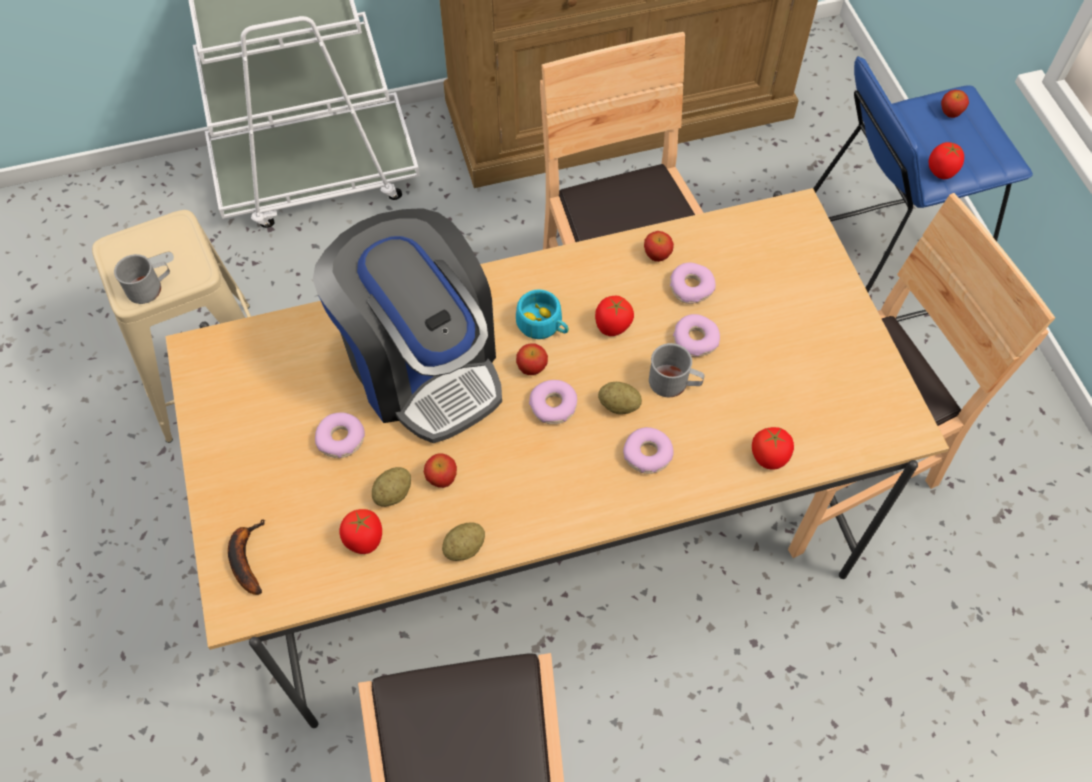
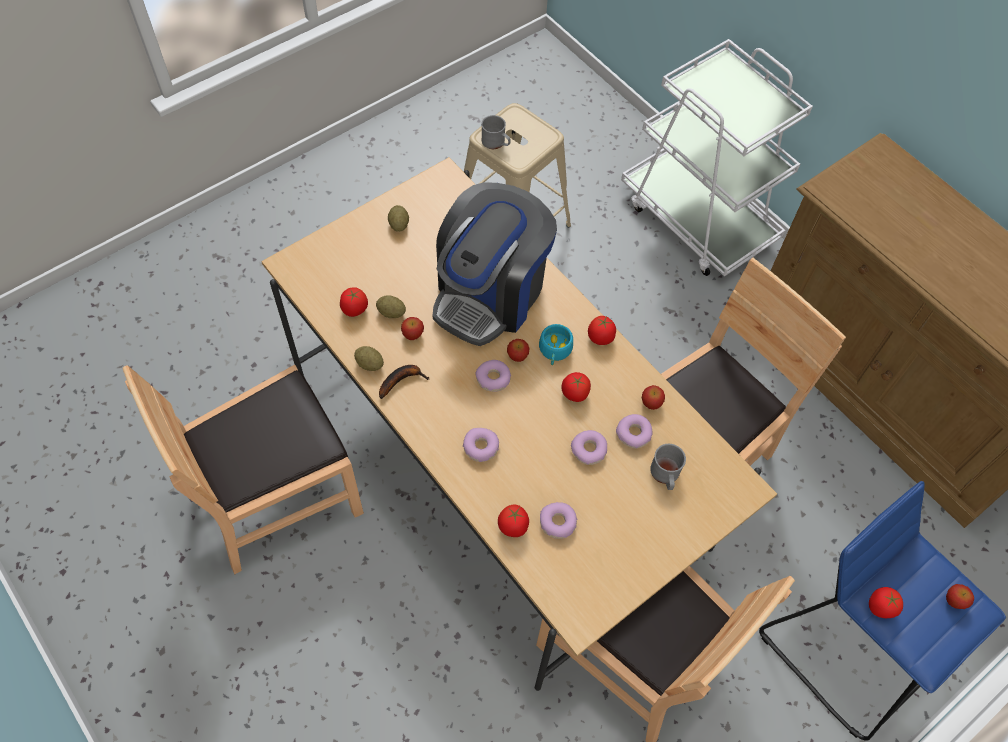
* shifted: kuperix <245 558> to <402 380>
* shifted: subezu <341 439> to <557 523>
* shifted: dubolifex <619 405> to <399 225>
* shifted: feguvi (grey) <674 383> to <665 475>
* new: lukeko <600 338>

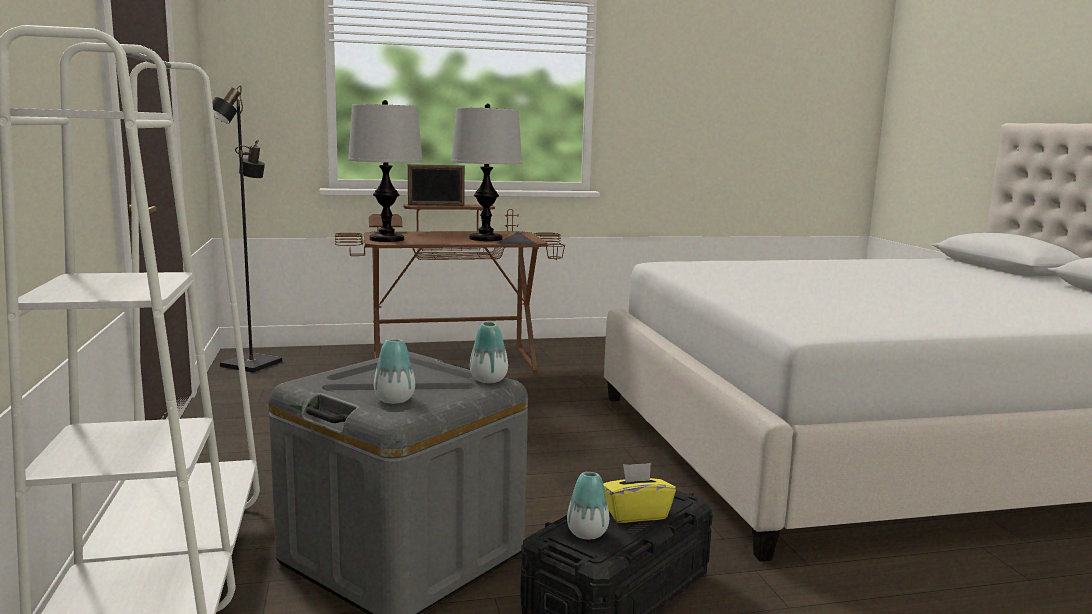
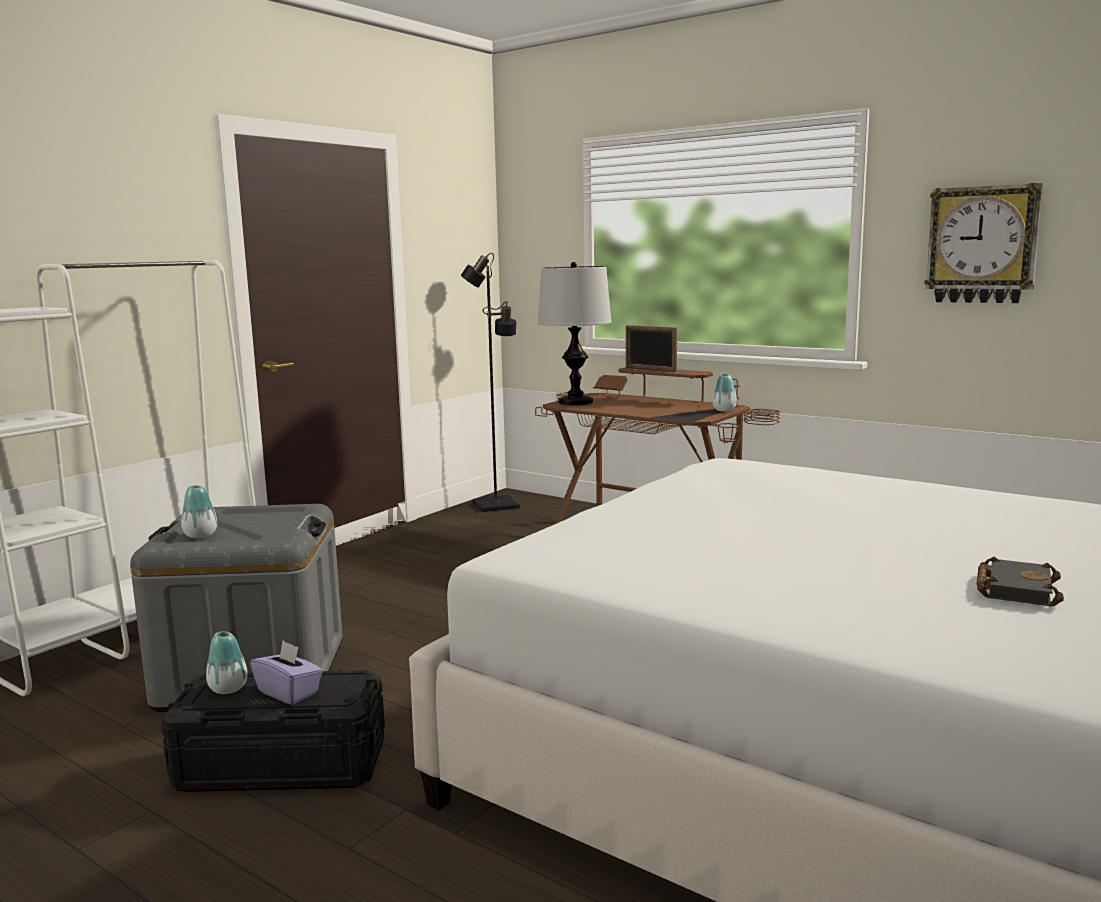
* gone: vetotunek <486 239>
* shifted: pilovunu <488 380> to <724 410>
* repainted: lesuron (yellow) <636 514> to lesuron (purple) <289 692>
* new: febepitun <982 245>
* new: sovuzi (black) <1014 588>

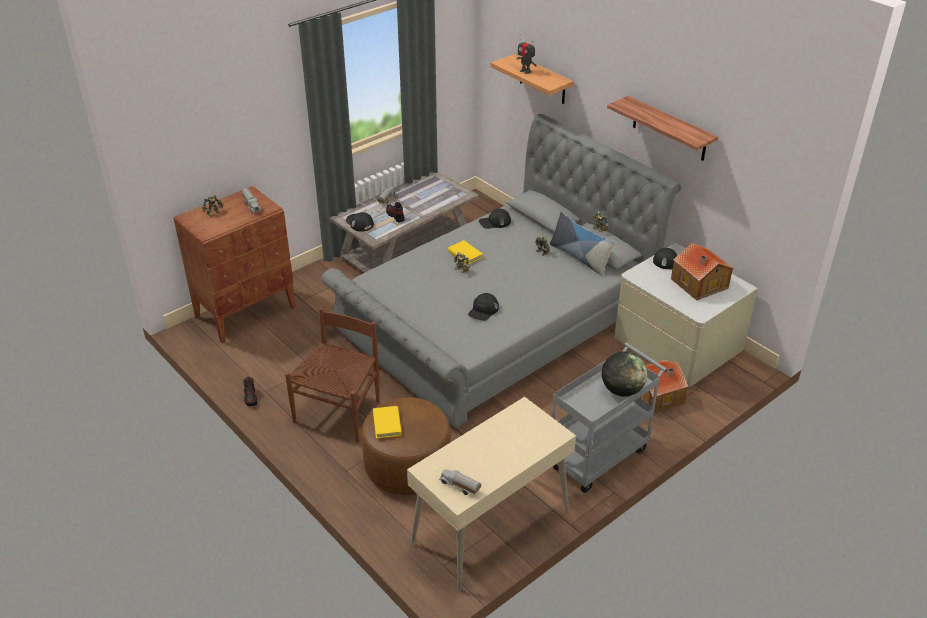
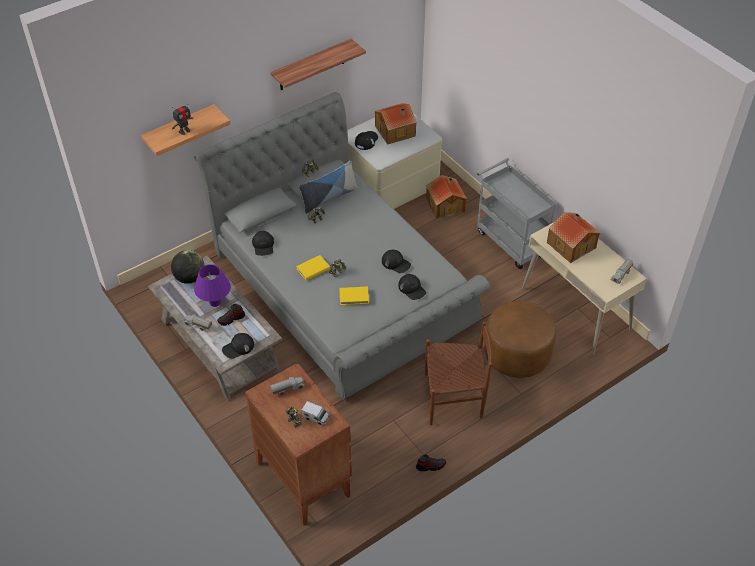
* rotated: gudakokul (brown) <340 412> = <454 398> 150 degrees clockwise
* shifted: sovuzi (yellow) <387 424> to <354 297>
* shifted: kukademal <622 390> to <190 278>
* new: vetotunek (purple) <215 302>
* new: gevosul <315 417>
* new: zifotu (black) <412 289>
* new: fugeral <571 244>

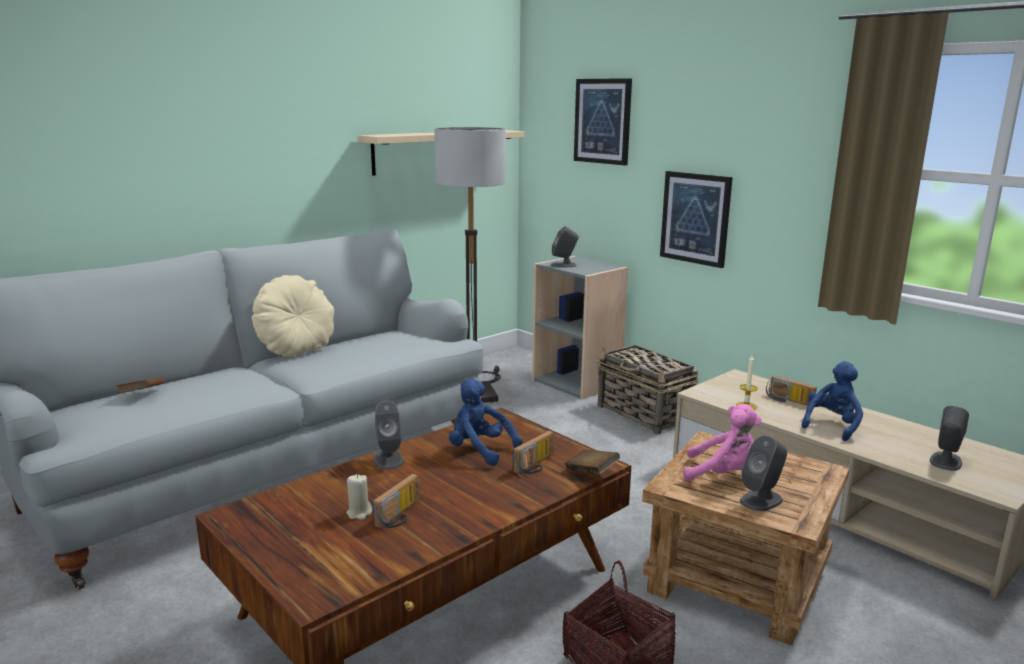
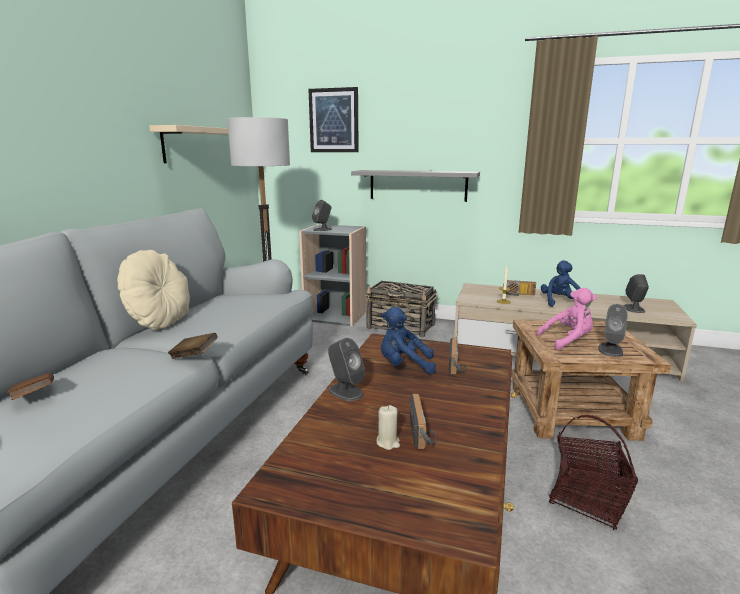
* shifted: sovuzi (brown) <591 473> to <194 356>
* swapped: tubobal <695 218> to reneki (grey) <417 185>

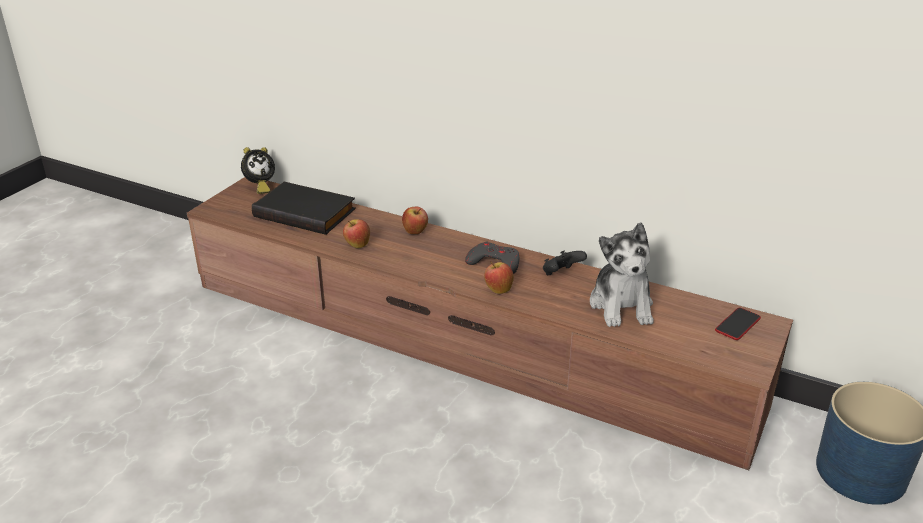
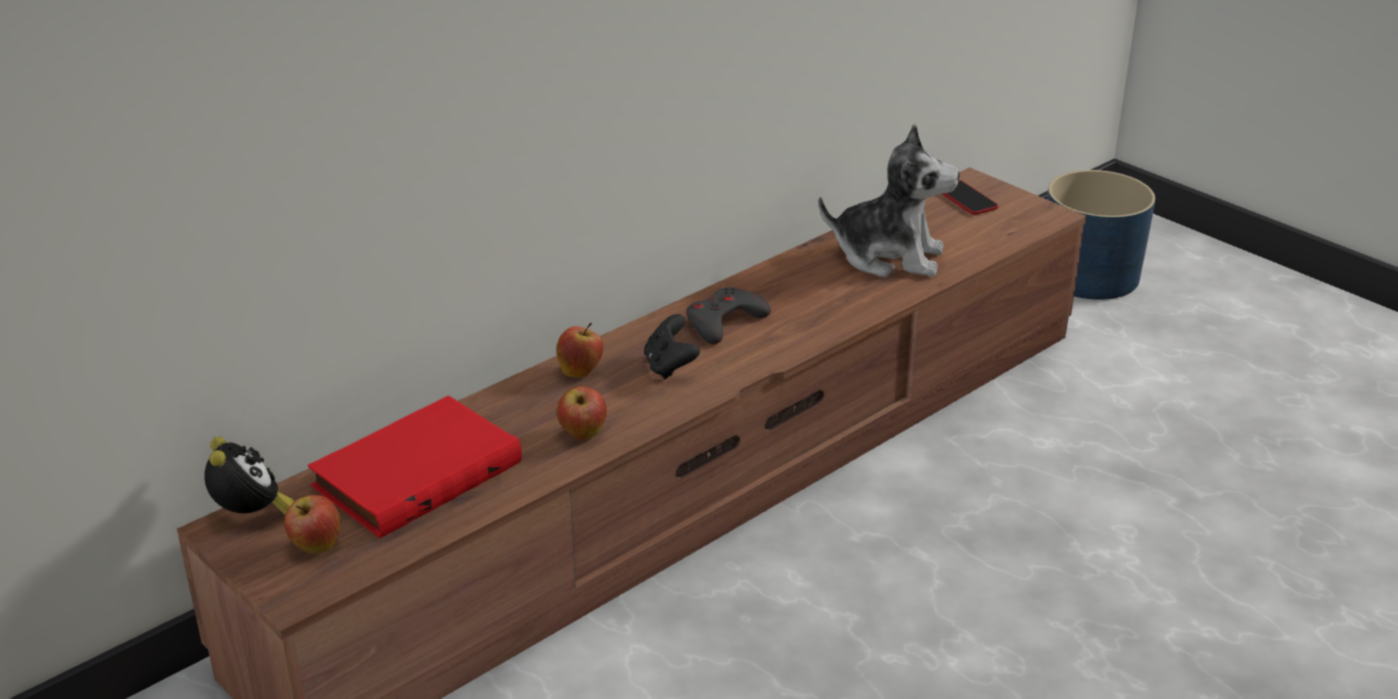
* repainted: sovuzi (black) <306 212> to sovuzi (red) <415 472>
* shifted: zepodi <498 290> to <316 547>
* shifted: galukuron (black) <561 274> to <670 366>

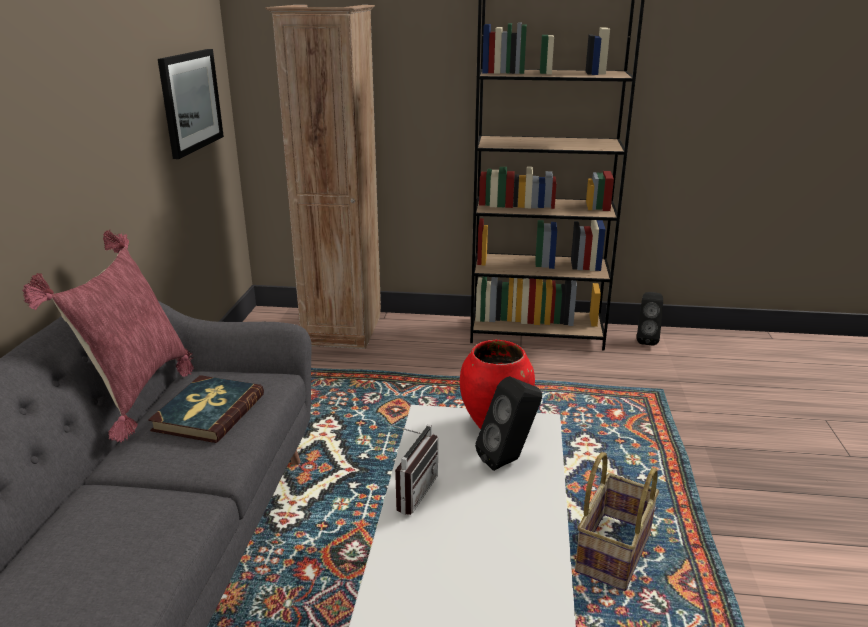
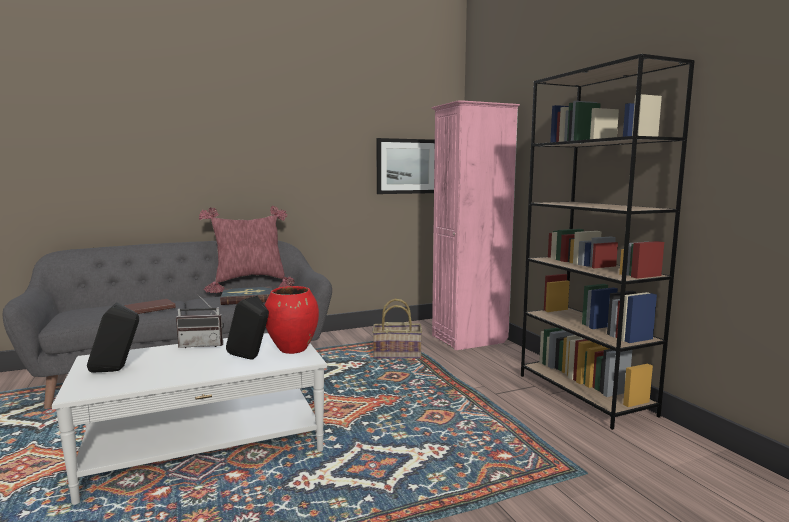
* repainted: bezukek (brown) <343 330> to bezukek (pink) <469 339>
* shifted: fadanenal <612 551> to <397 354>
* shifted: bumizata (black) <646 340> to <117 370>
* new: sovuzi (brown) <149 308>

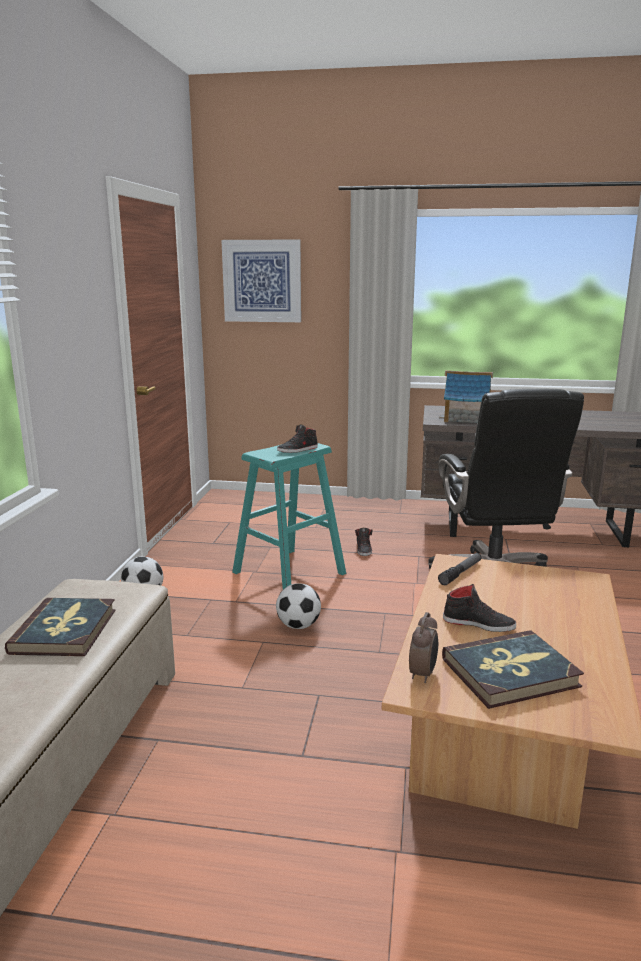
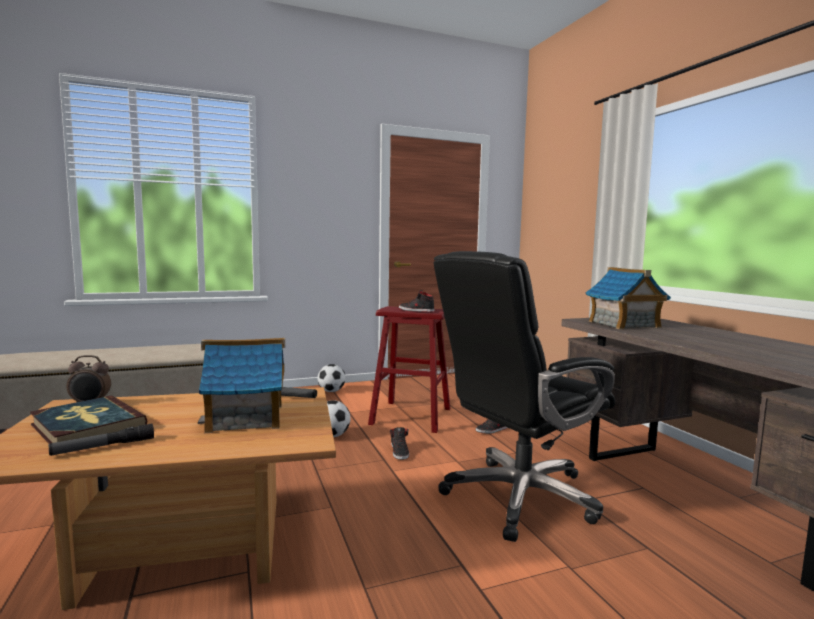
* gone: sovuzi <65 631>
* gone: tubobal <262 281>
* repainted: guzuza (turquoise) <289 573> to guzuza (red) <411 416>
* shifted: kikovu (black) <478 623> to <399 452>
* new: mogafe <104 447>
* new: fugeral <246 418>

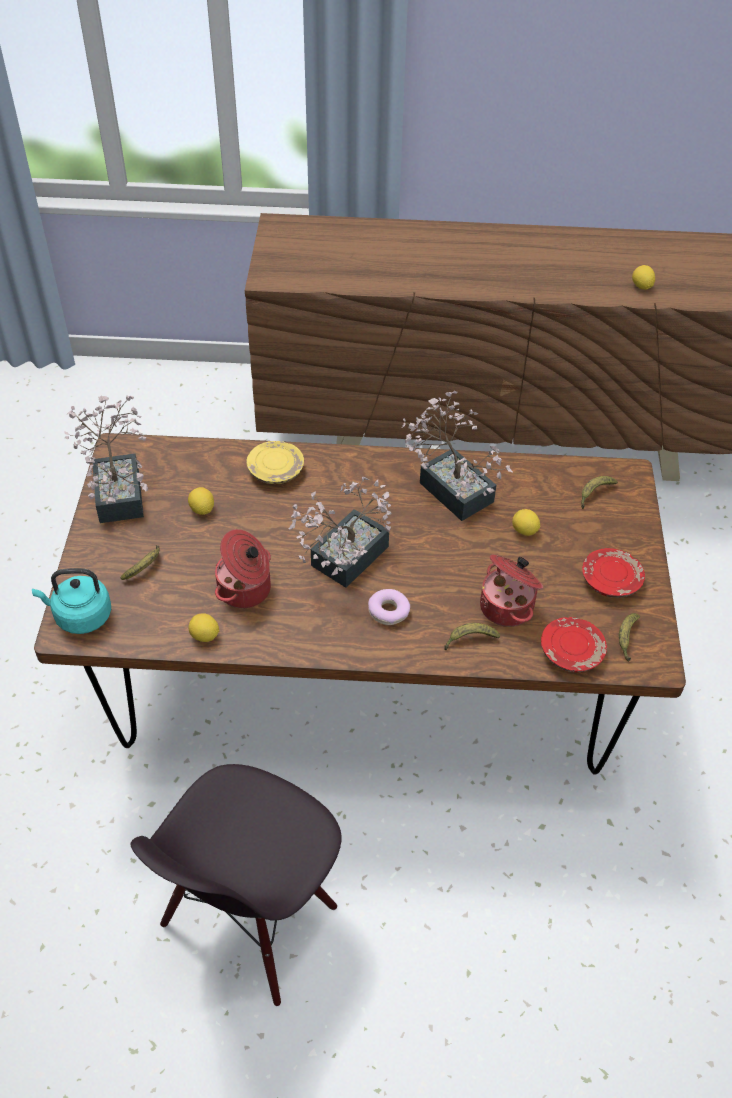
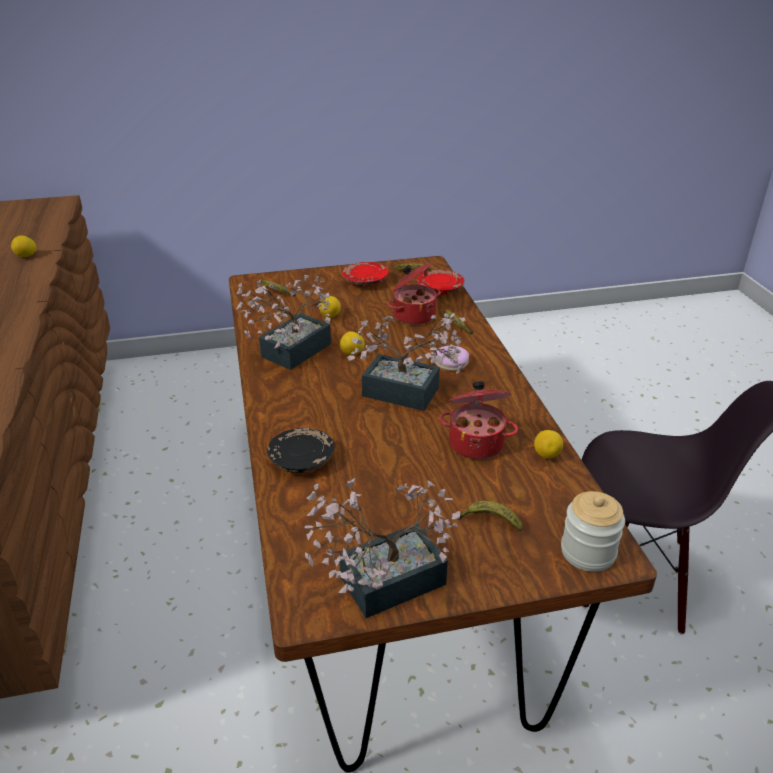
* swapped: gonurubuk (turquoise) <80 616> to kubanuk <588 552>
* shifted: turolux <202 509> to <352 353>
* repainted: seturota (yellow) <276 470> to seturota (black) <301 459>

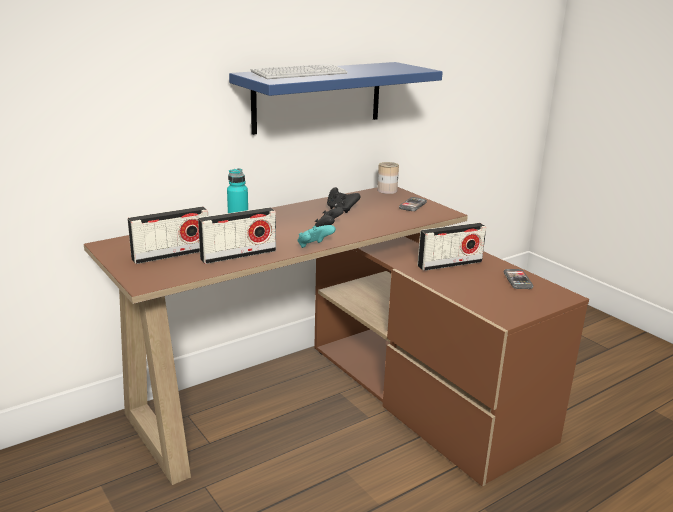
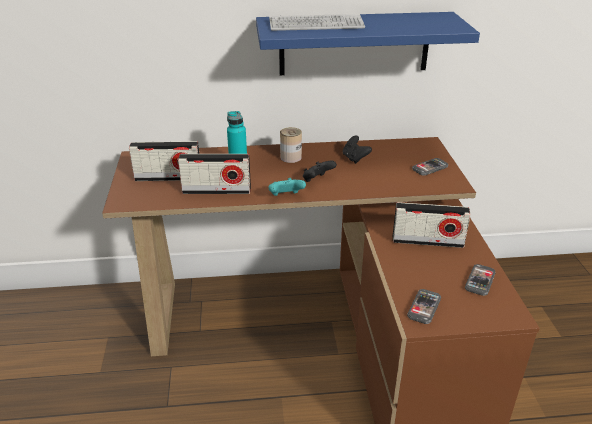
* shifted: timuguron <387 190> to <291 157>
* new: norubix <424 307>

